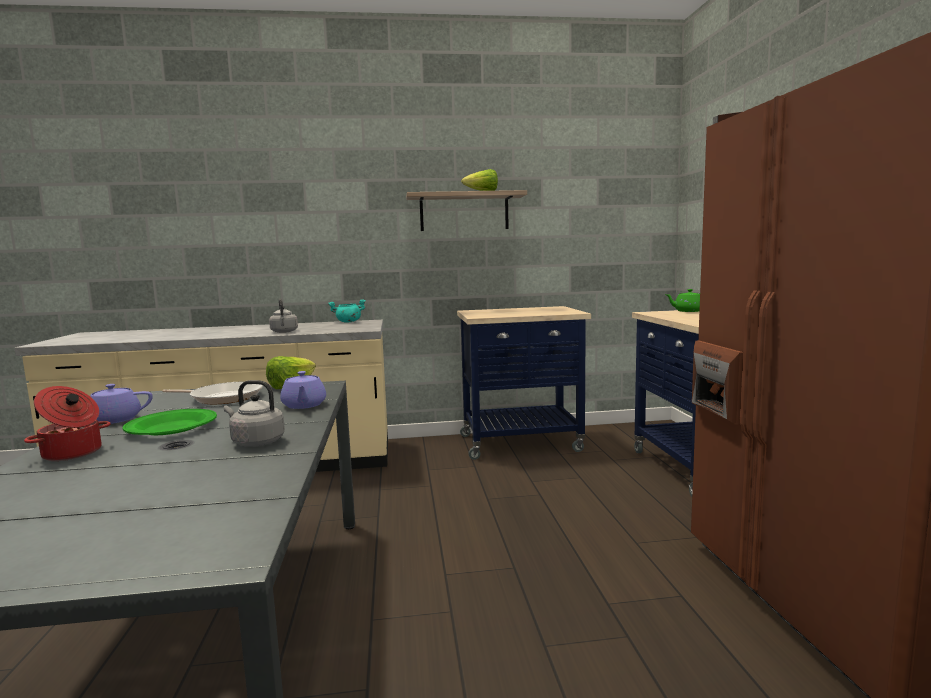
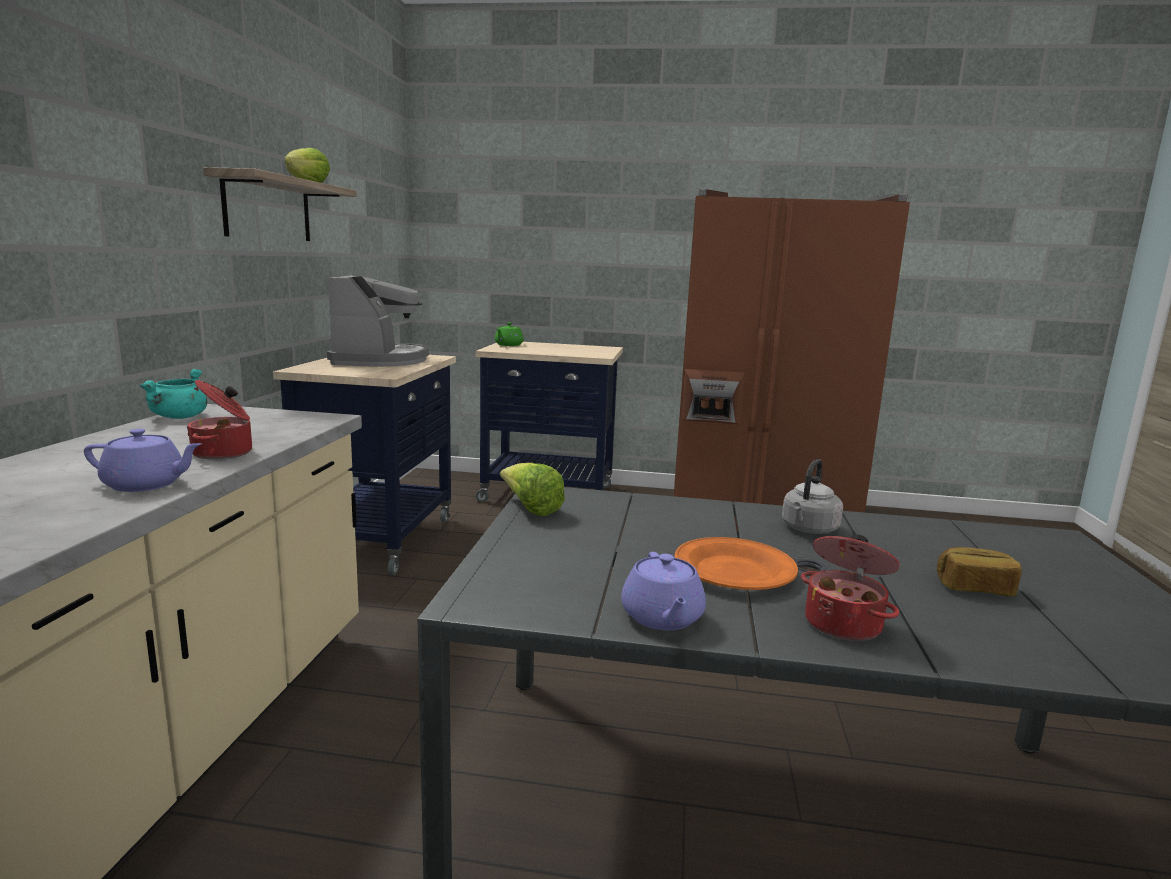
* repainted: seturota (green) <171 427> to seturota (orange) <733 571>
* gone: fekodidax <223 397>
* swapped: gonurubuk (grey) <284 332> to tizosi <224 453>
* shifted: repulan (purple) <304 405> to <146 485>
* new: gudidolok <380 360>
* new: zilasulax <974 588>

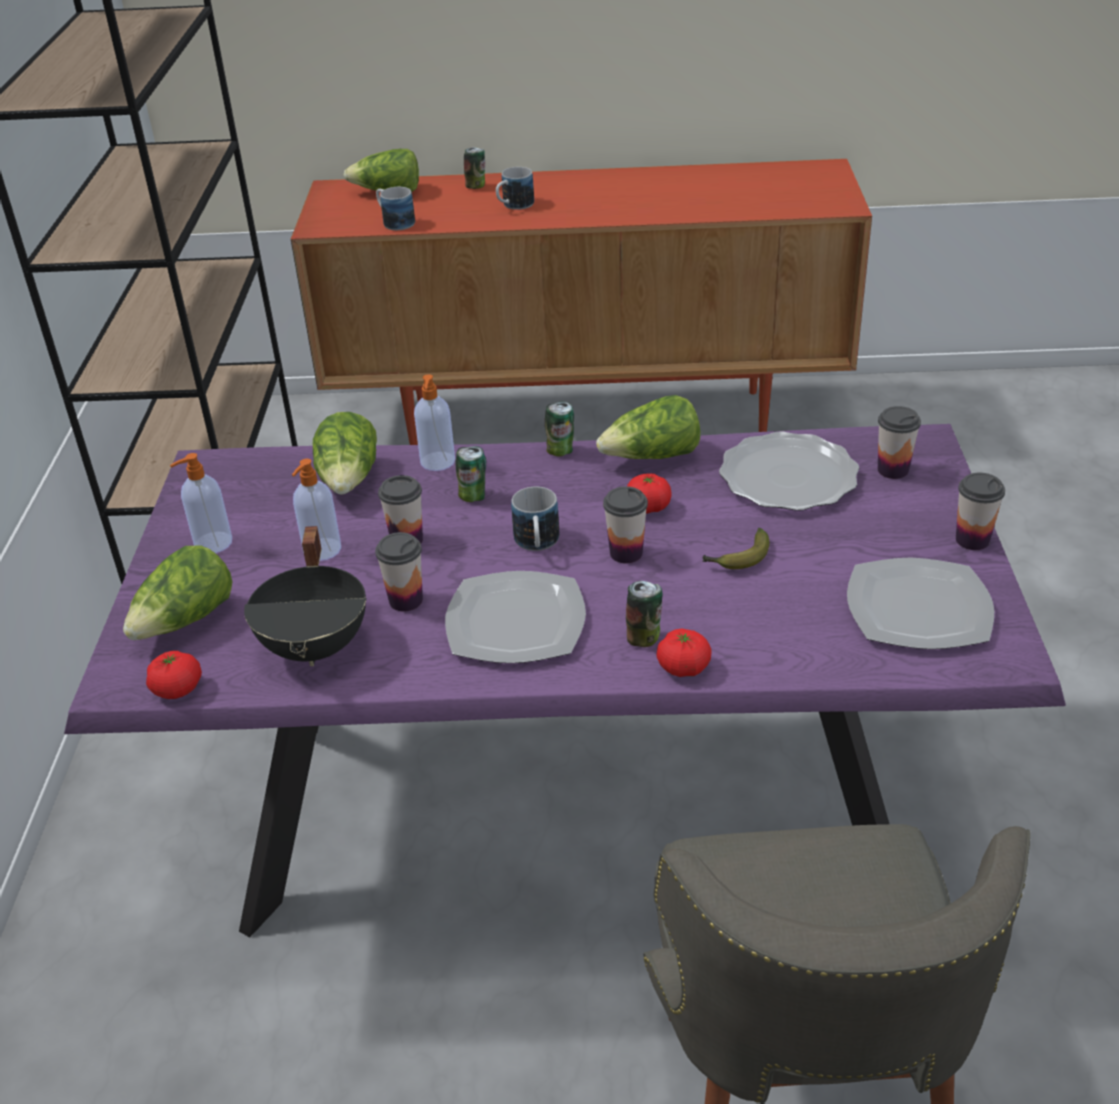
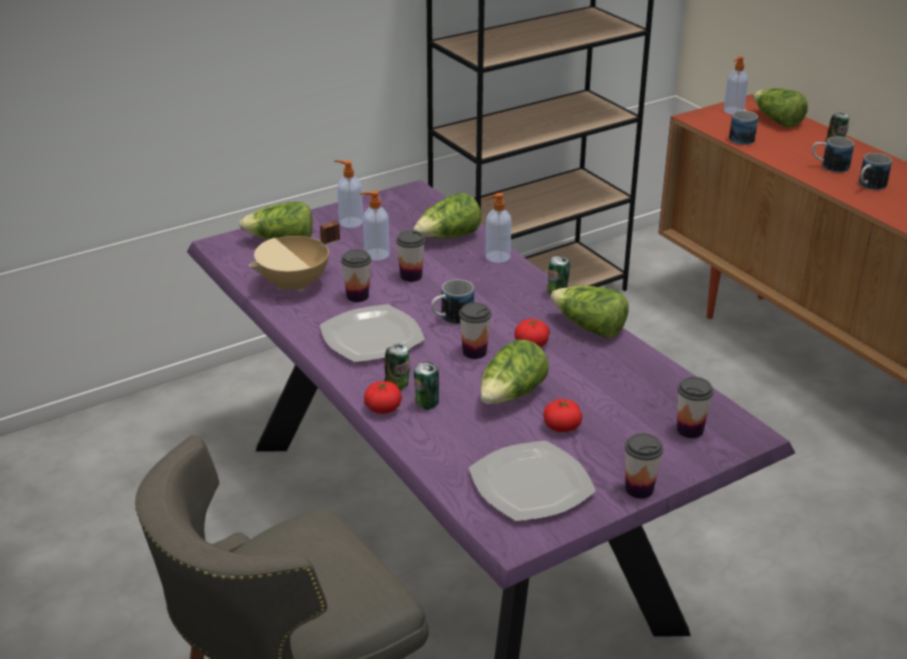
* shifted: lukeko <177 689> to <562 427>
* repainted: tizosi (black) <317 646> to tizosi (beige) <295 285>
* shifted: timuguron <473 496> to <426 404>
* swapped: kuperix <738 559> to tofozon <512 395>
* gone: seturota <787 477>
* new: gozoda <733 111>
* new: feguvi <869 186>

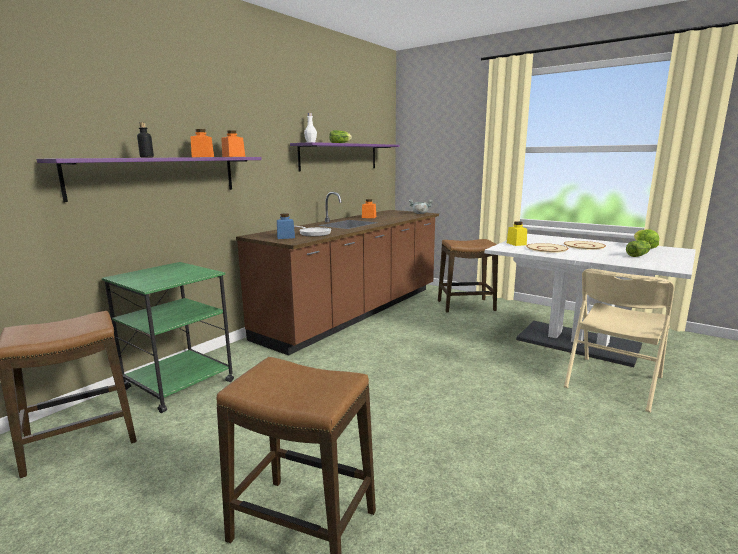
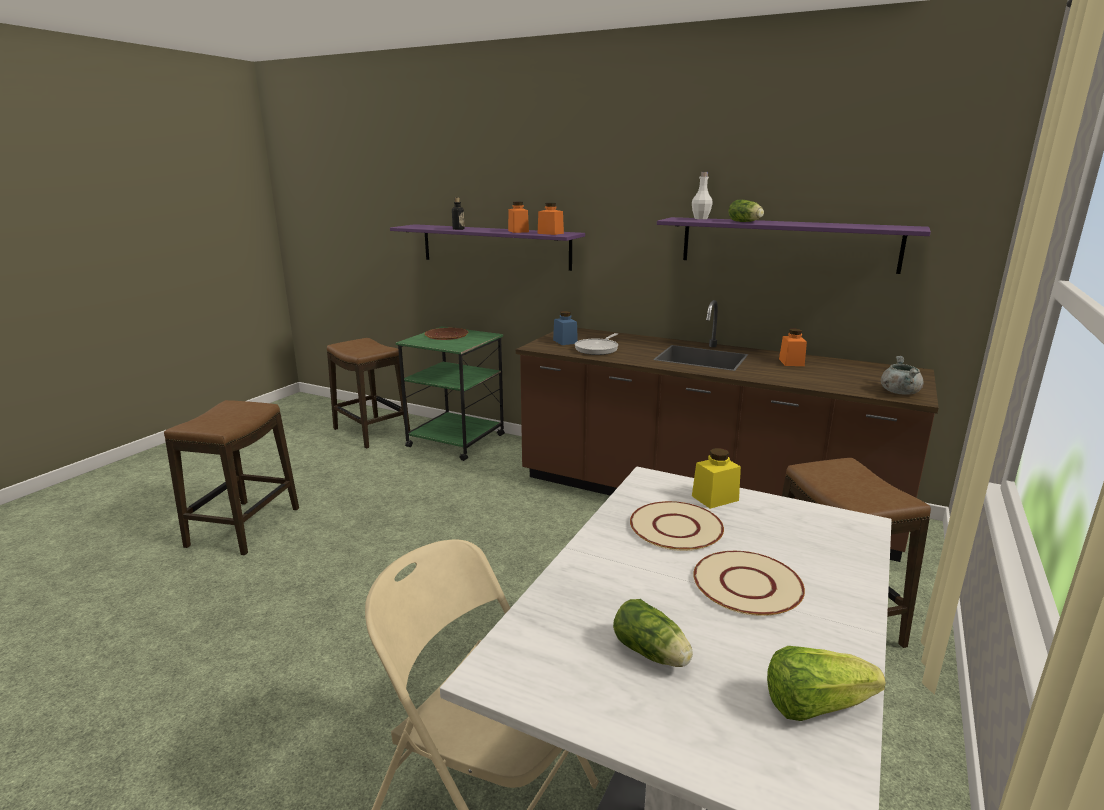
* new: seturota (brown) <447 334>

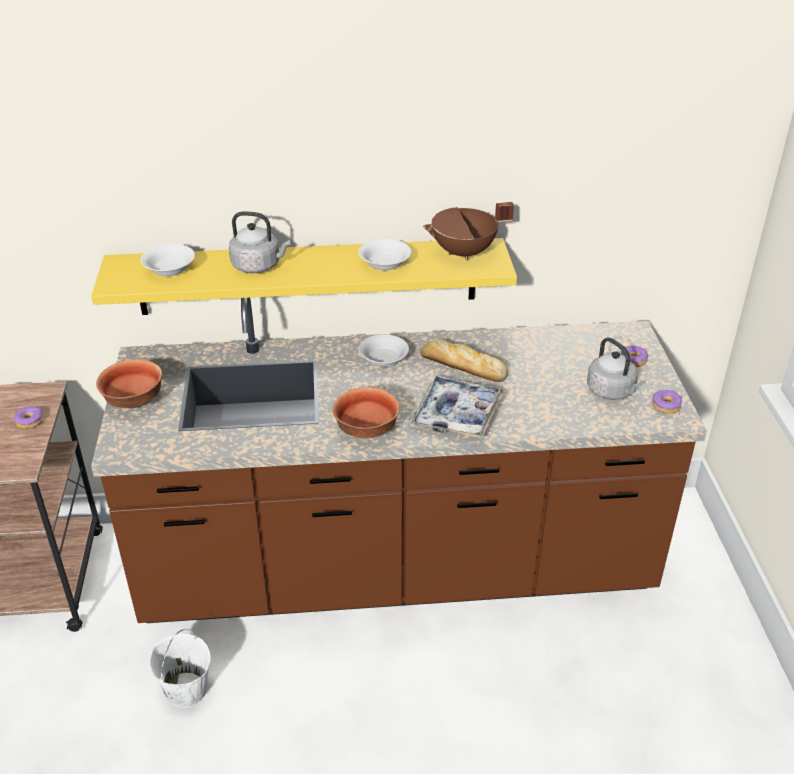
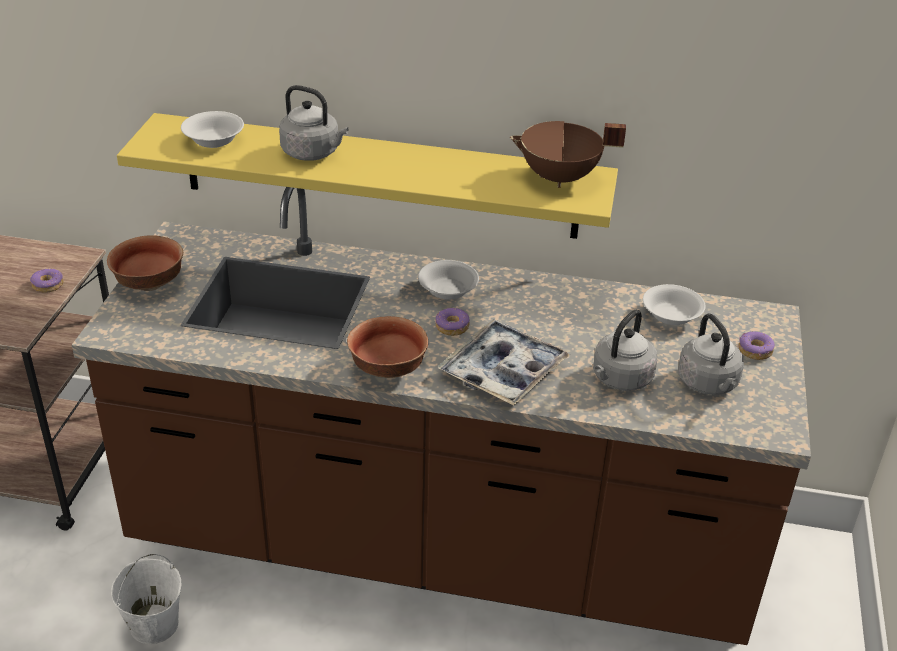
* shifted: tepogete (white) <384 264> to <670 316>
* gone: zilasulax <461 367>
* shifted: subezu <666 406> to <452 327>
* new: gonurubuk (grey) <620 379>

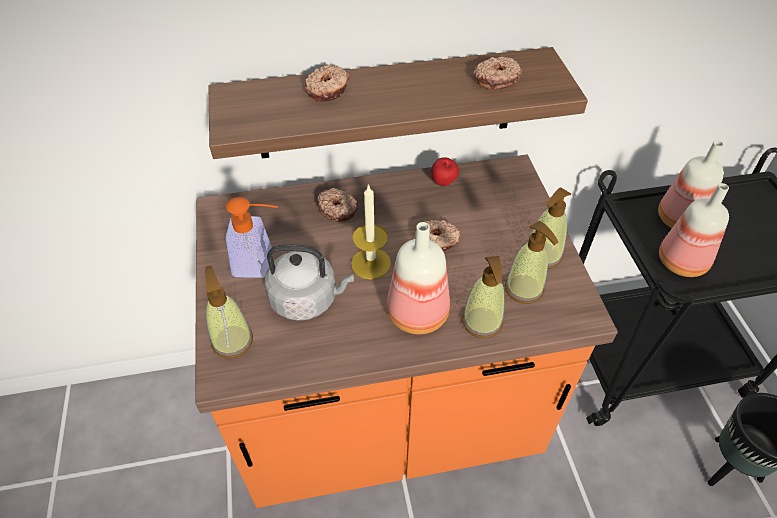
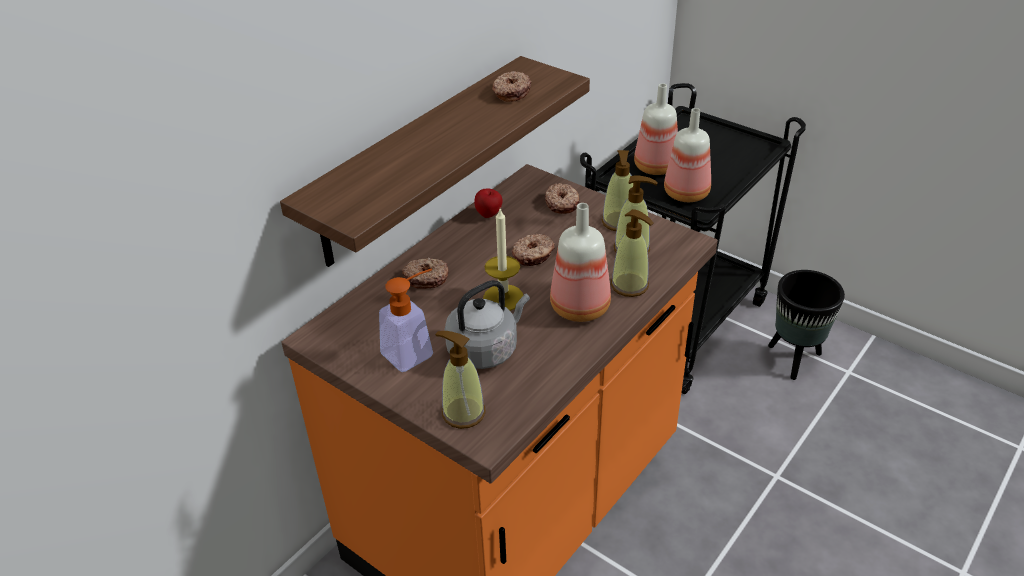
* shifted: subezu <328 90> to <562 203>

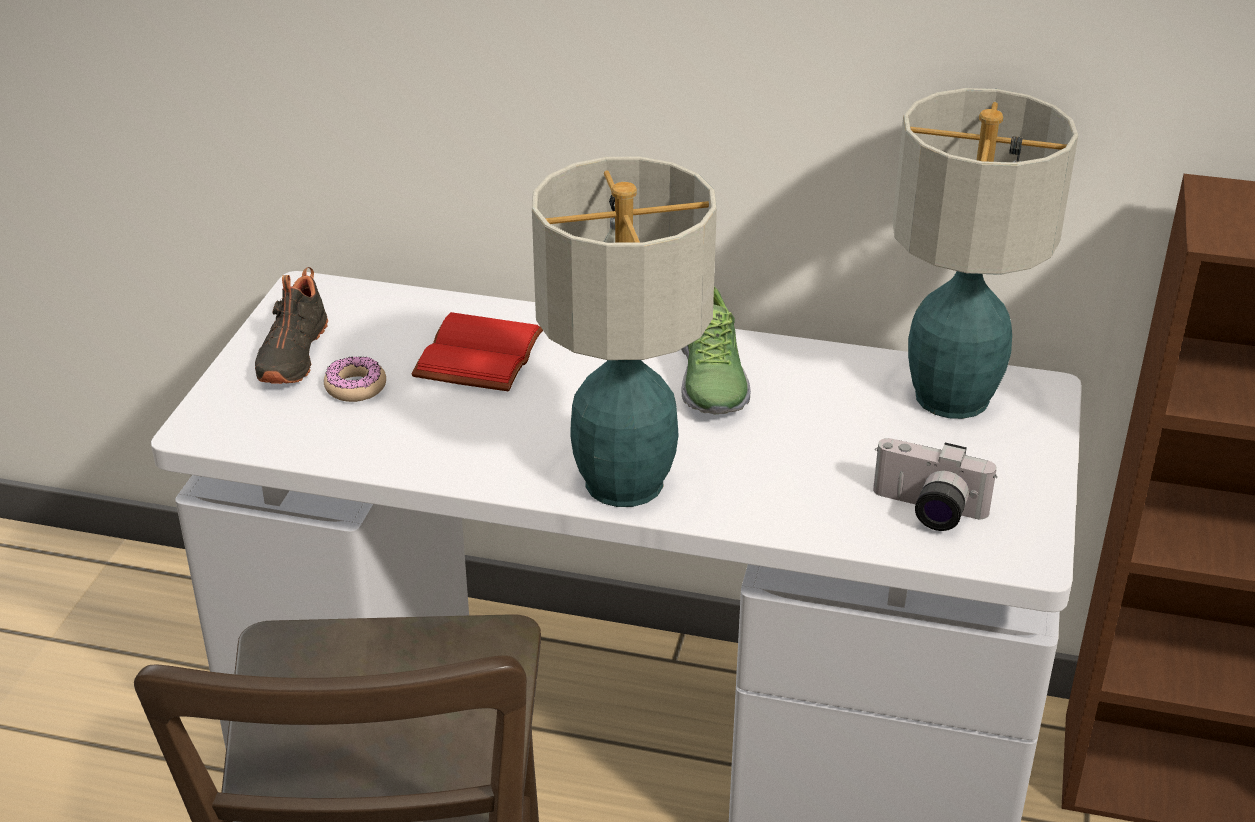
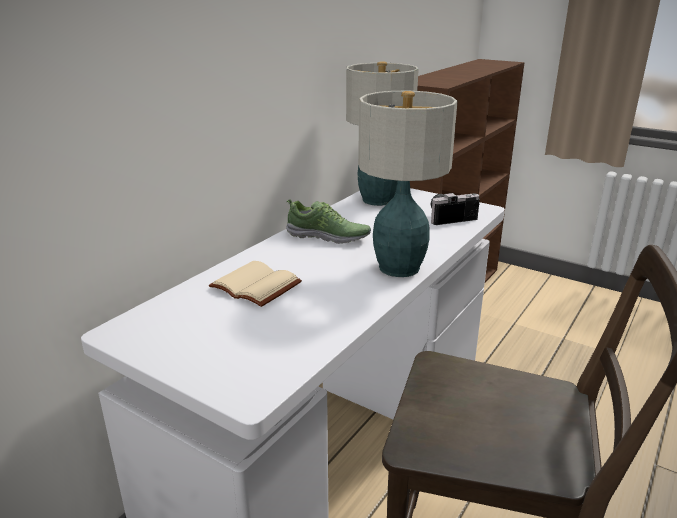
* gone: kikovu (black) <290 354>
* gone: subezu <355 387>
* repainted: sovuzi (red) <476 354> to sovuzi (beige) <253 286>
* rotated: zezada <926 511> = <450 217> 150 degrees counterclockwise

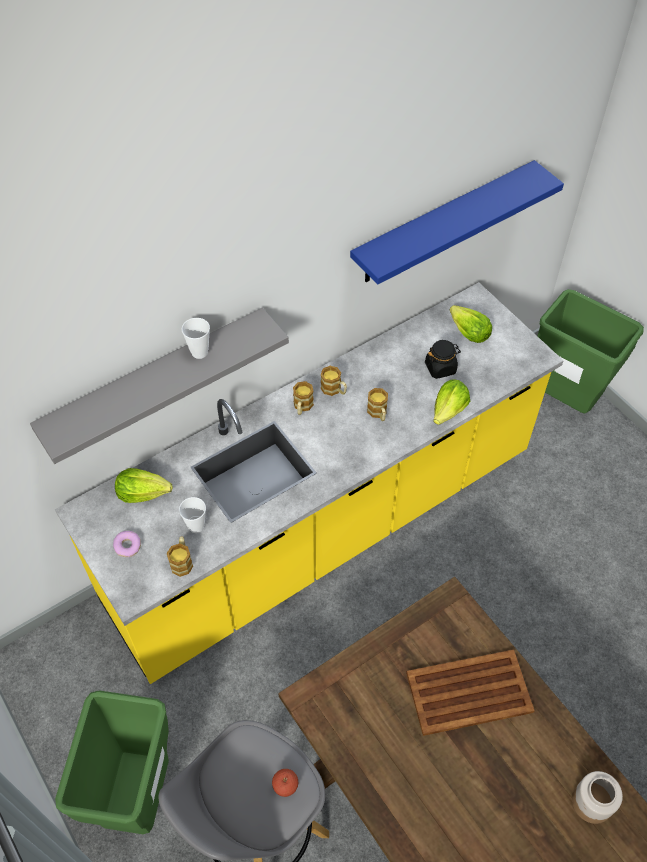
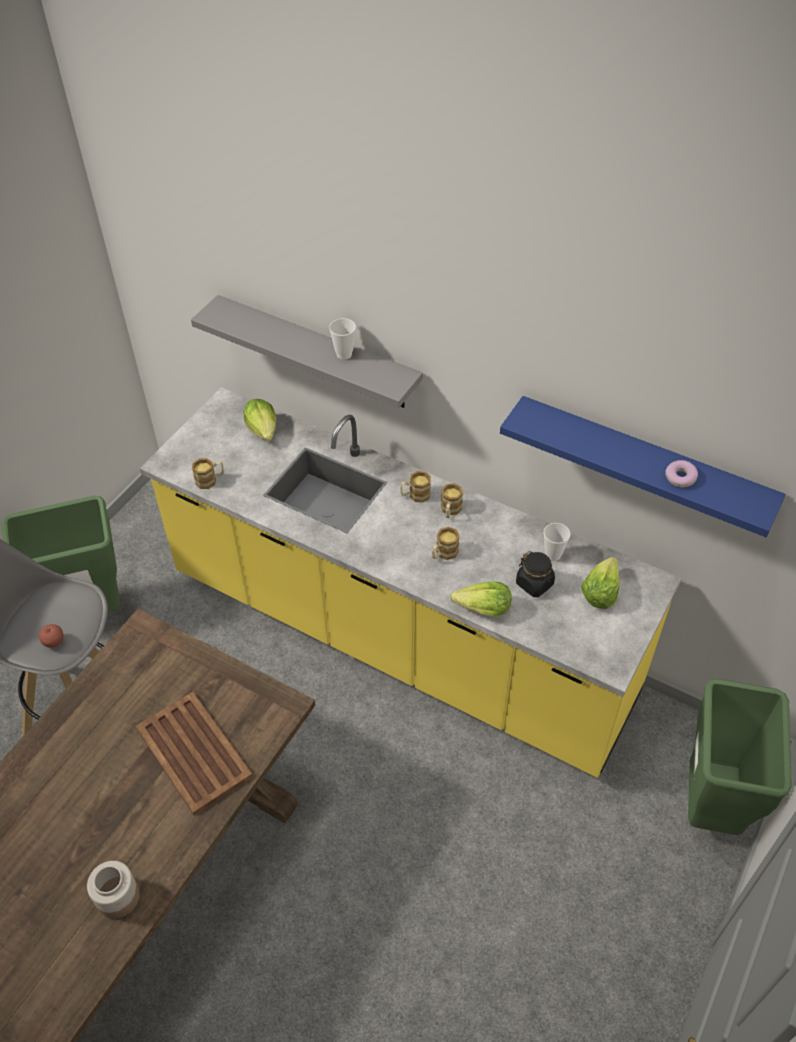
* shifted: subezu <127 546> to <680 477>
* shifted: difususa <196 526> to <553 555>

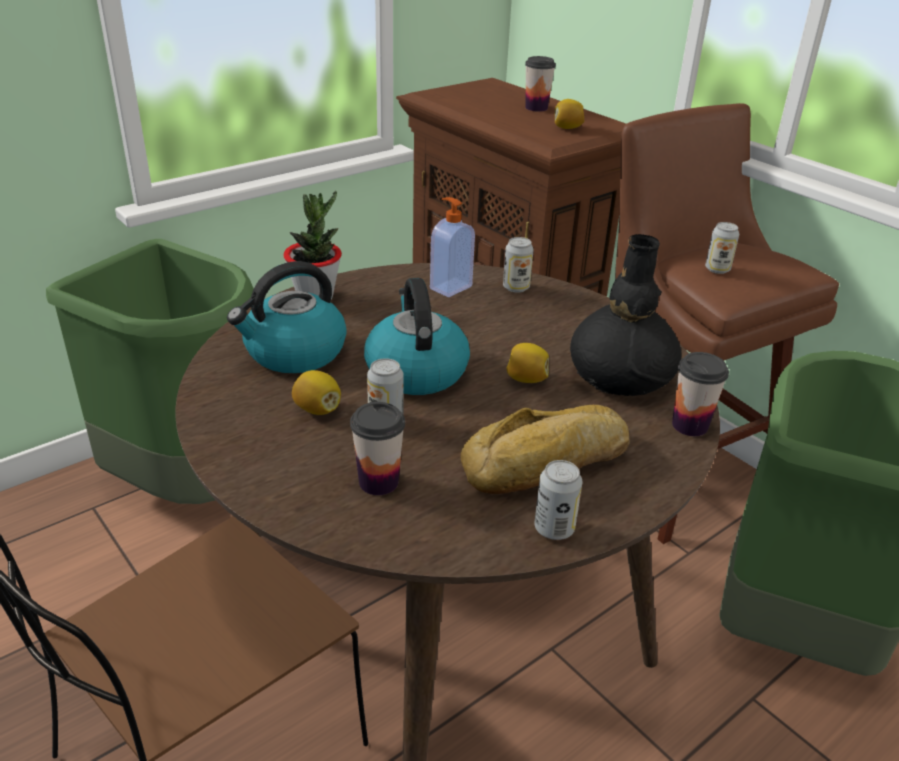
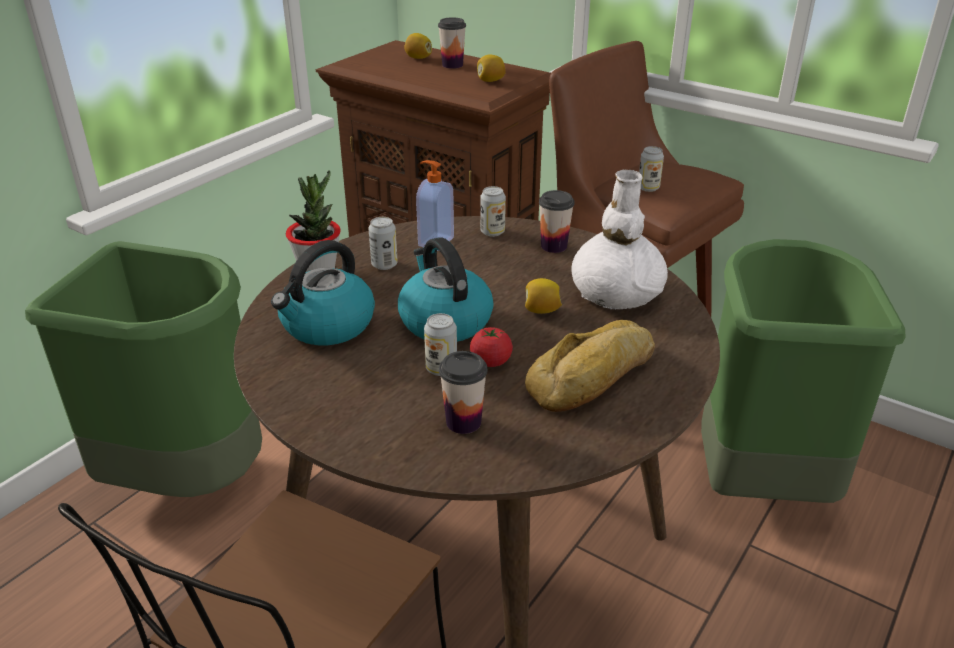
* shifted: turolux <317 409> to <418 58>
* shifted: timuguron <554 528> to <384 265>
* repainted: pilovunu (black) <620 376> to pilovunu (white) <616 293>
* shifted: difususa <690 425> to <554 246>
* new: lukeko <491 361>

